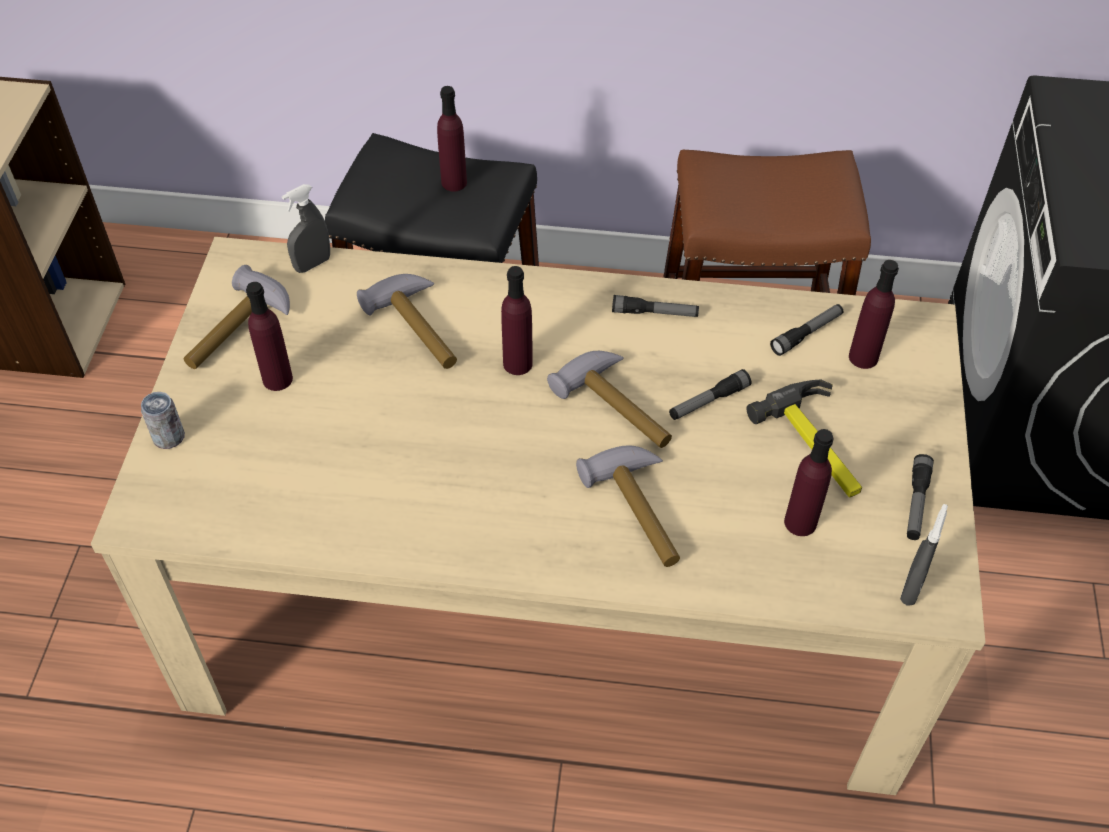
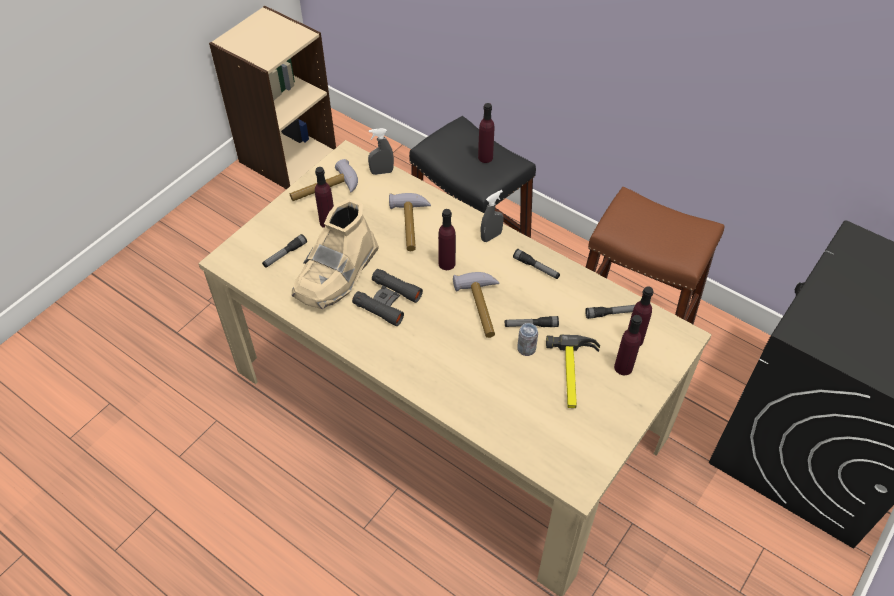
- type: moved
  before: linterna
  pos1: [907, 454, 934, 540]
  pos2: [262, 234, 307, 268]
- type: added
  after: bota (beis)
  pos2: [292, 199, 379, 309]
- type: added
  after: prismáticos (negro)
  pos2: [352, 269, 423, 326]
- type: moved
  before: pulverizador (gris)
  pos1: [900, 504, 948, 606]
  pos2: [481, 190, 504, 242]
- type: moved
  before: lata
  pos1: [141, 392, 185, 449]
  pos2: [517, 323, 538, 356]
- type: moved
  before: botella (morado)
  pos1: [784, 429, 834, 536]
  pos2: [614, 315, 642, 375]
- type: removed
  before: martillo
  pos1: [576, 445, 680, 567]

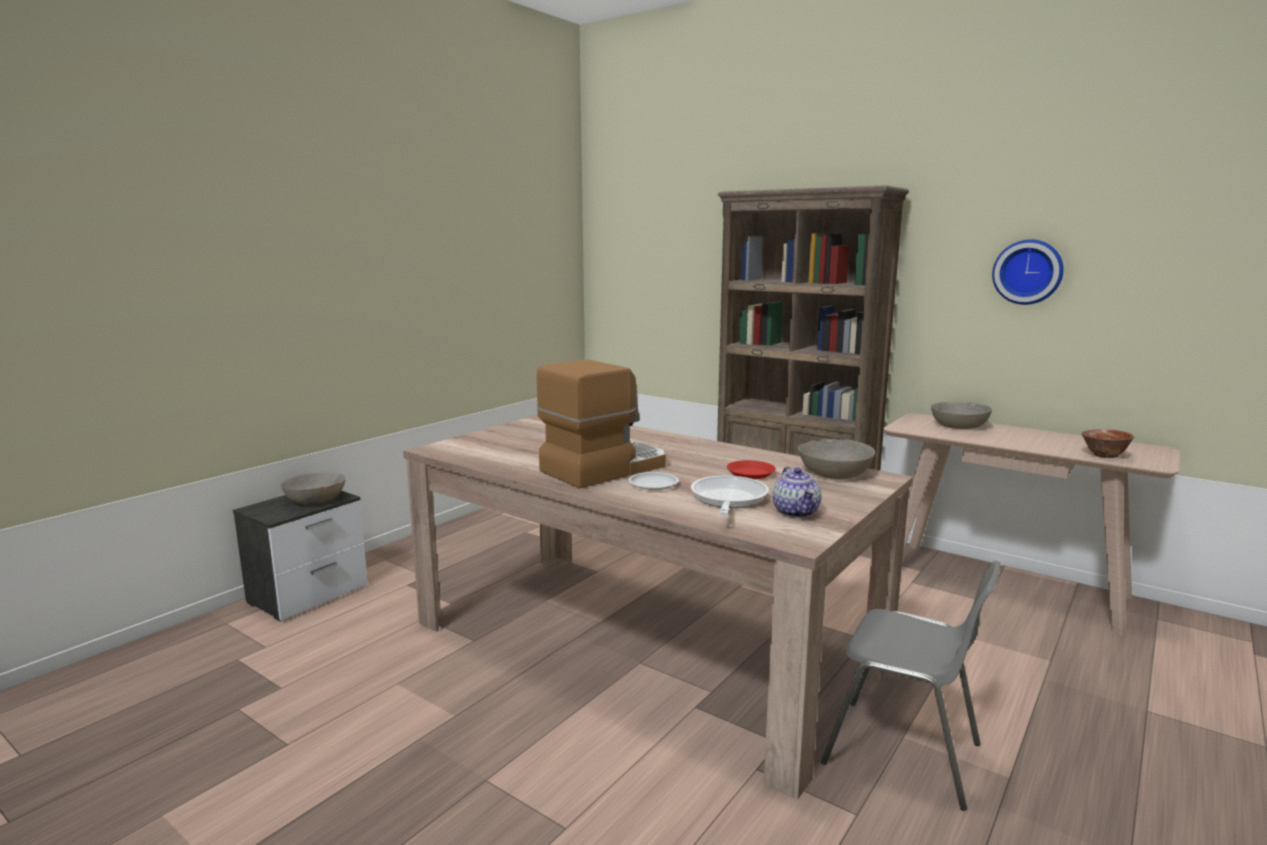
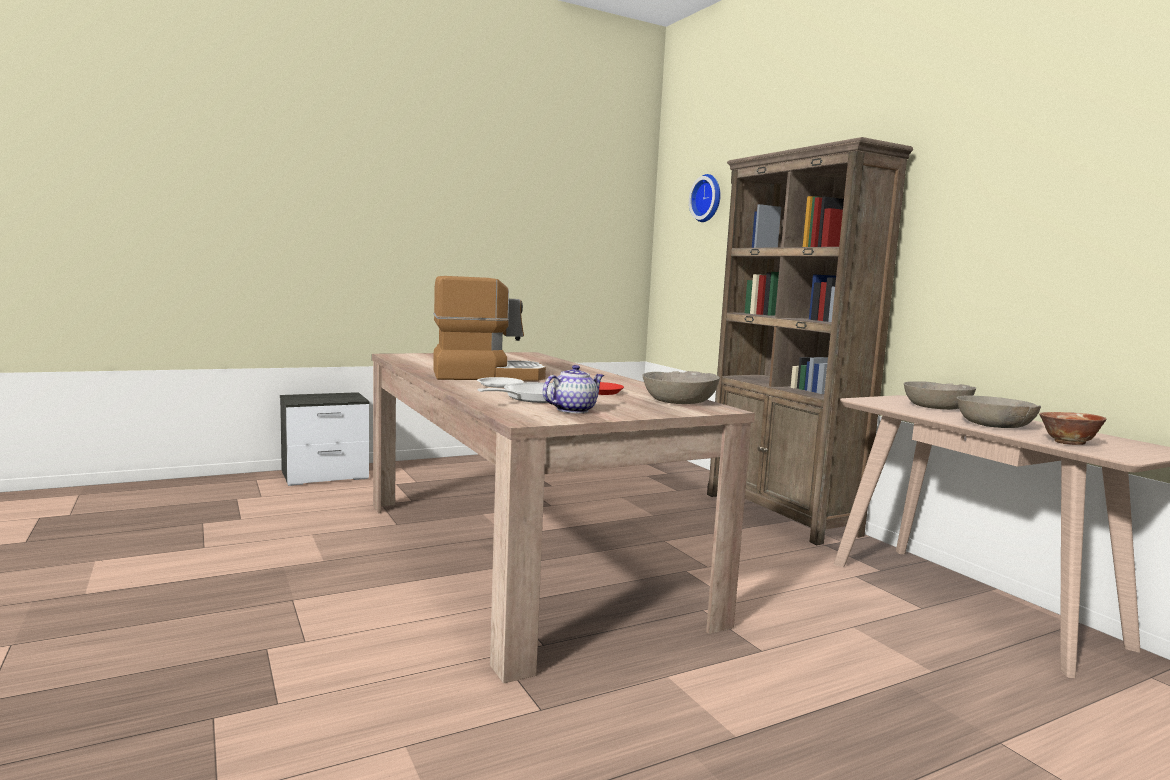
- type: turned
  before: tetera
  pos1: [772, 467, 821, 518]
  pos2: [543, 365, 604, 413]
  turn: -150
- type: moved
  before: reloj de pared
  pos1: [992, 239, 1064, 305]
  pos2: [689, 174, 721, 222]
- type: moved
  before: cuenco (gris)
  pos1: [280, 472, 346, 504]
  pos2: [957, 395, 1041, 428]
- type: removed
  before: silla (gris)
  pos1: [821, 560, 1001, 811]

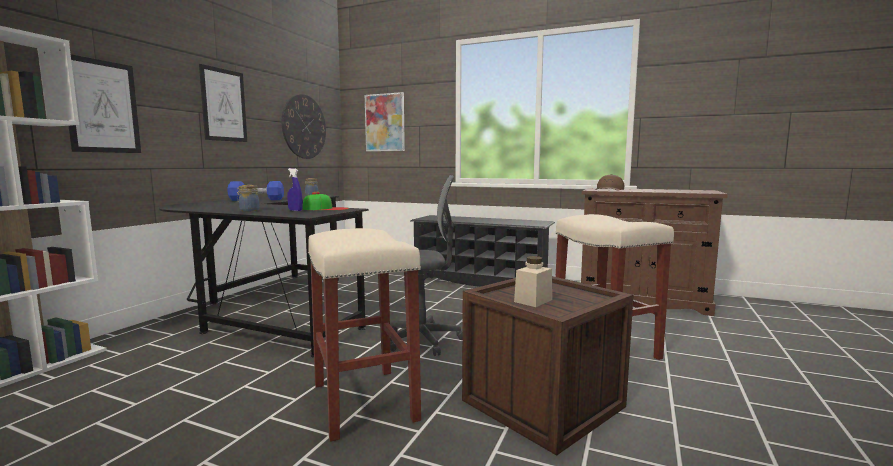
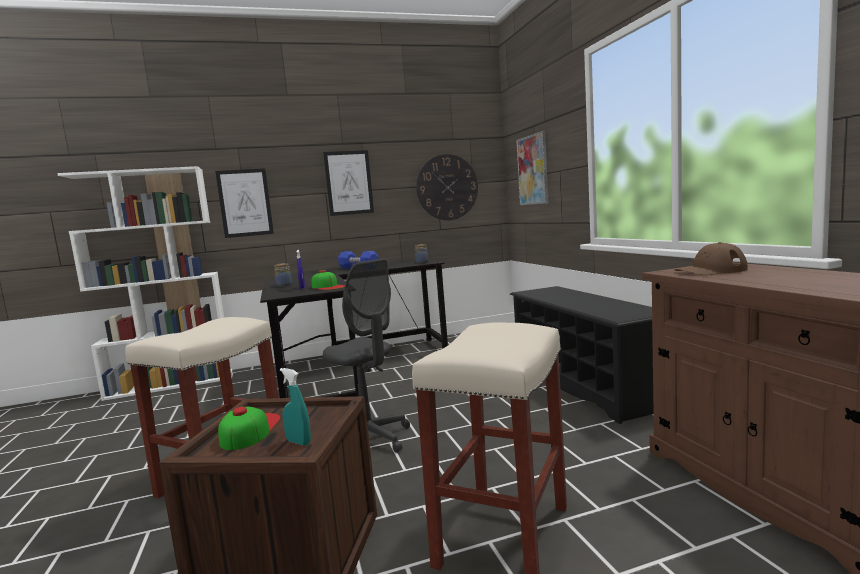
- type: replaced
  before: tarro (beis)
  after: gorra
  pos1: [514, 256, 552, 307]
  pos2: [218, 407, 280, 450]
- type: added
  after: pulverizador (turquesa)
  pos2: [280, 368, 311, 446]

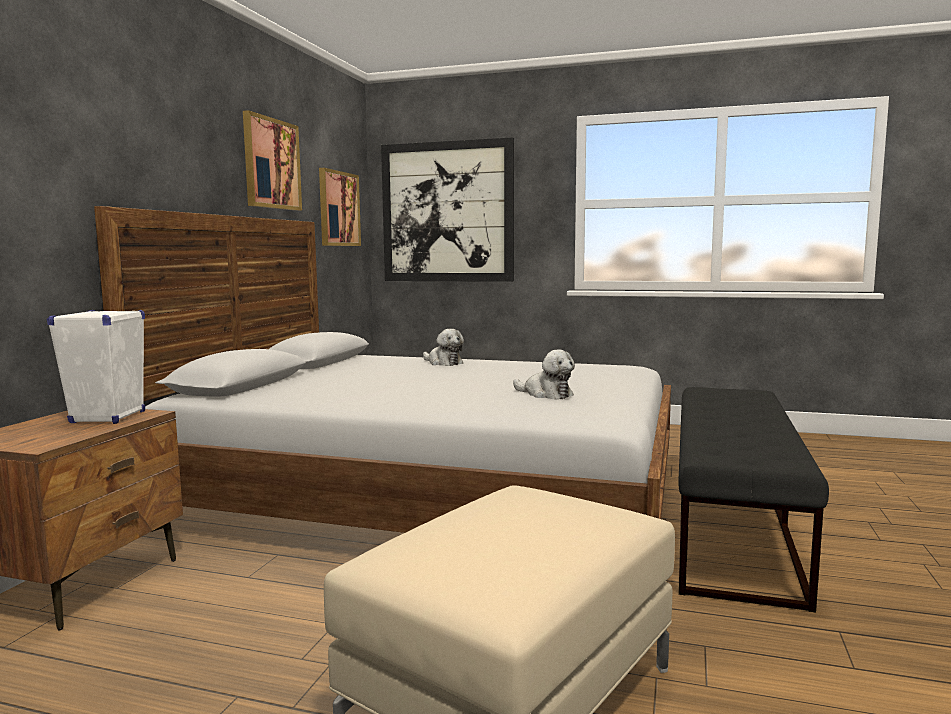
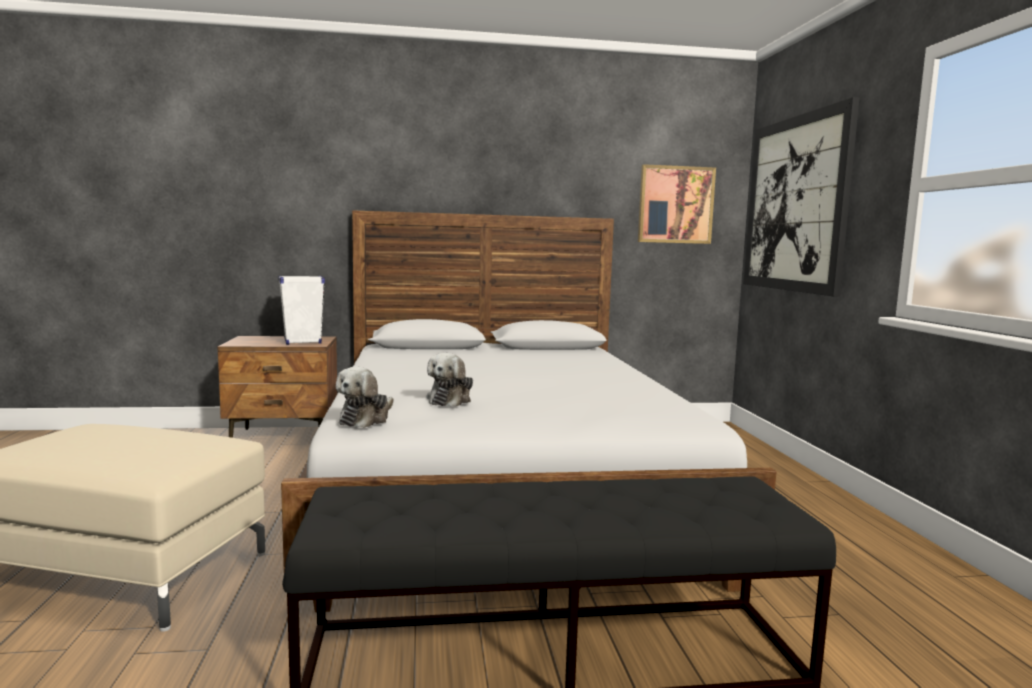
- type: moved
  before: peluche
  pos1: [423, 329, 464, 366]
  pos2: [336, 367, 393, 428]
- type: removed
  before: cuadro
  pos1: [243, 110, 302, 211]

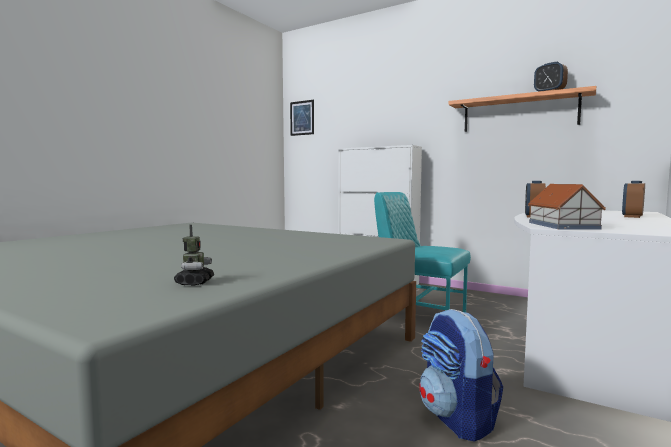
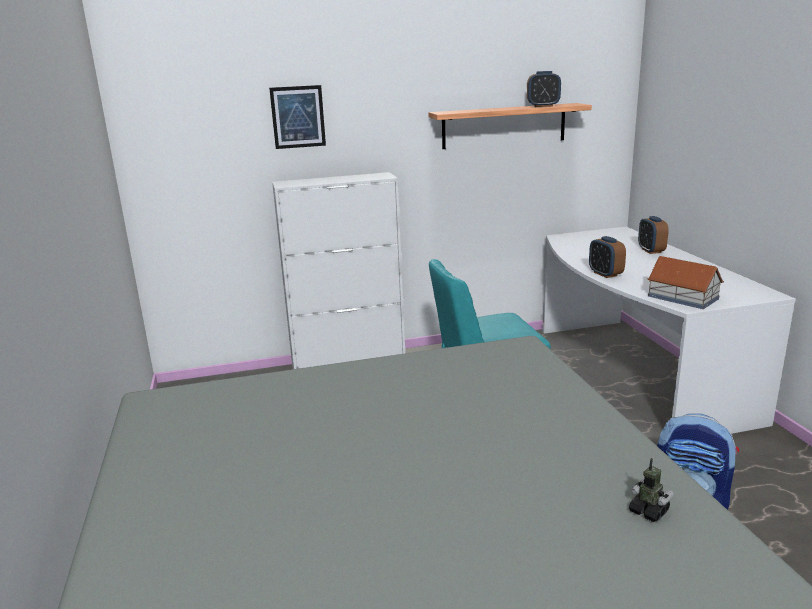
- type: moved
  before: cuadro
  pos1: [290, 100, 314, 136]
  pos2: [269, 85, 326, 149]

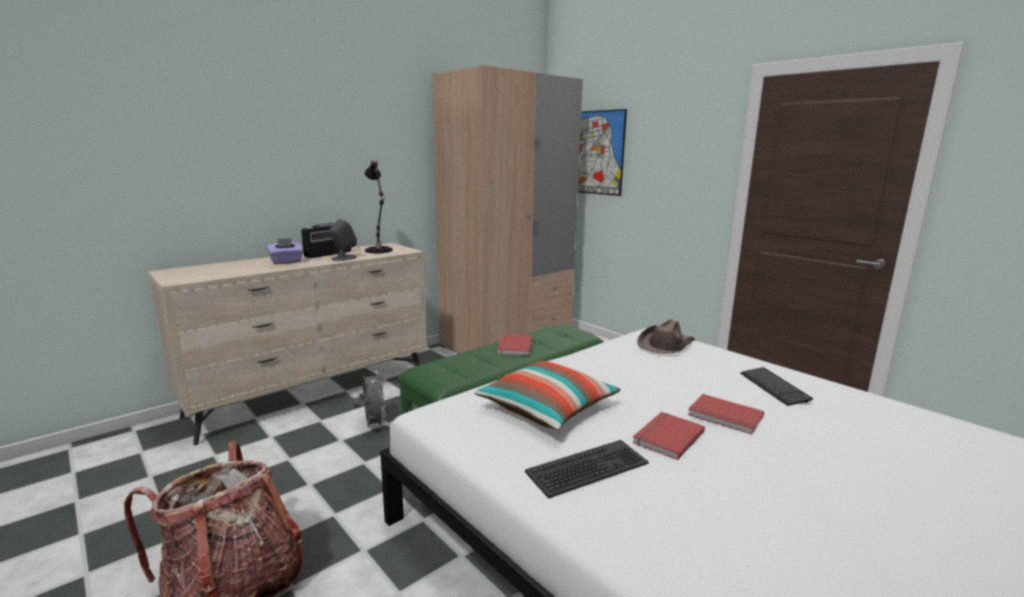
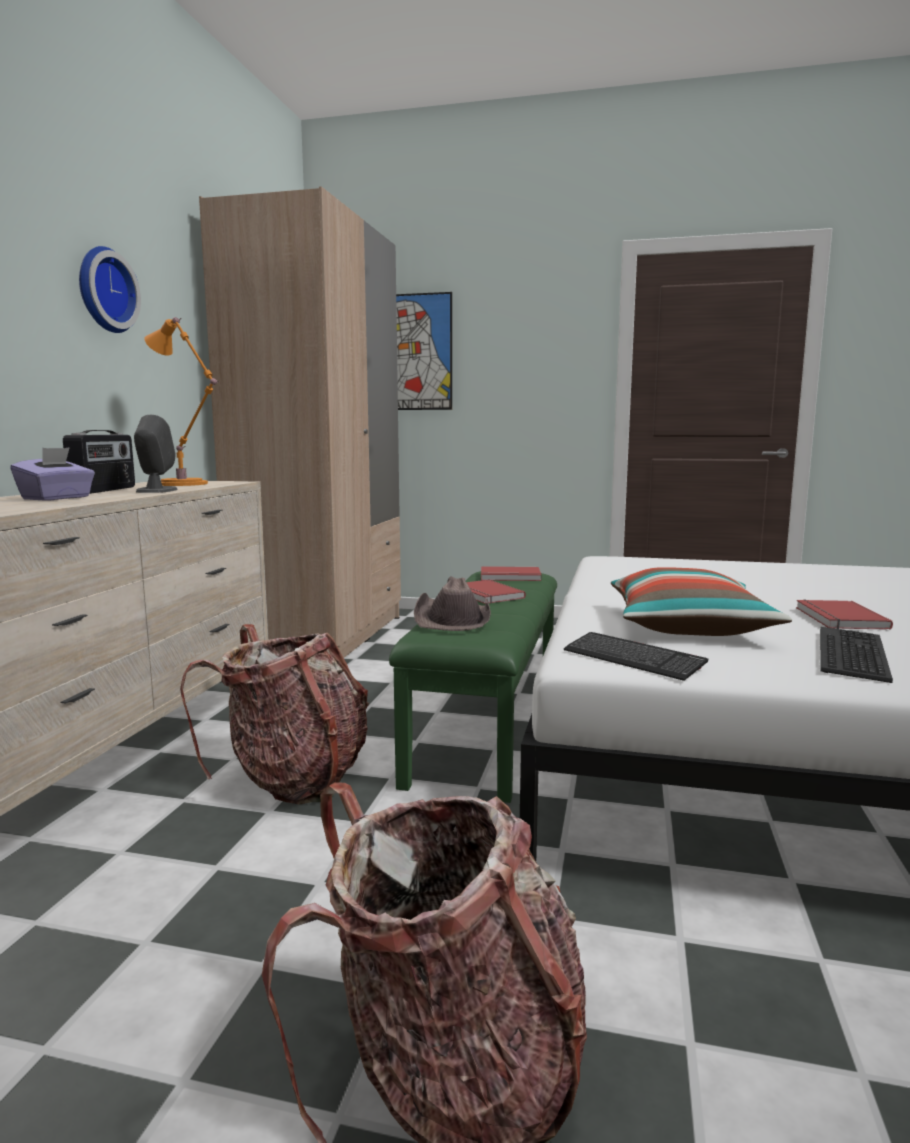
- type: added
  after: reloj de pared
  pos2: [79, 246, 141, 333]
- type: recoloured
  before: lámpara de mesa (negro)
  after: lámpara de mesa (naranja)
  pos1: [365, 160, 393, 253]
  pos2: [144, 317, 220, 486]
- type: replaced
  before: ventilador (gris)
  after: mochila
  pos1: [353, 369, 386, 429]
  pos2: [180, 624, 369, 805]
- type: moved
  before: sombrero (marrón)
  pos1: [637, 319, 695, 354]
  pos2: [414, 576, 491, 631]
- type: moved
  before: libro (rojo)
  pos1: [688, 394, 764, 434]
  pos2: [481, 566, 541, 581]
- type: moved
  before: teclado
  pos1: [740, 367, 813, 406]
  pos2: [564, 632, 708, 681]

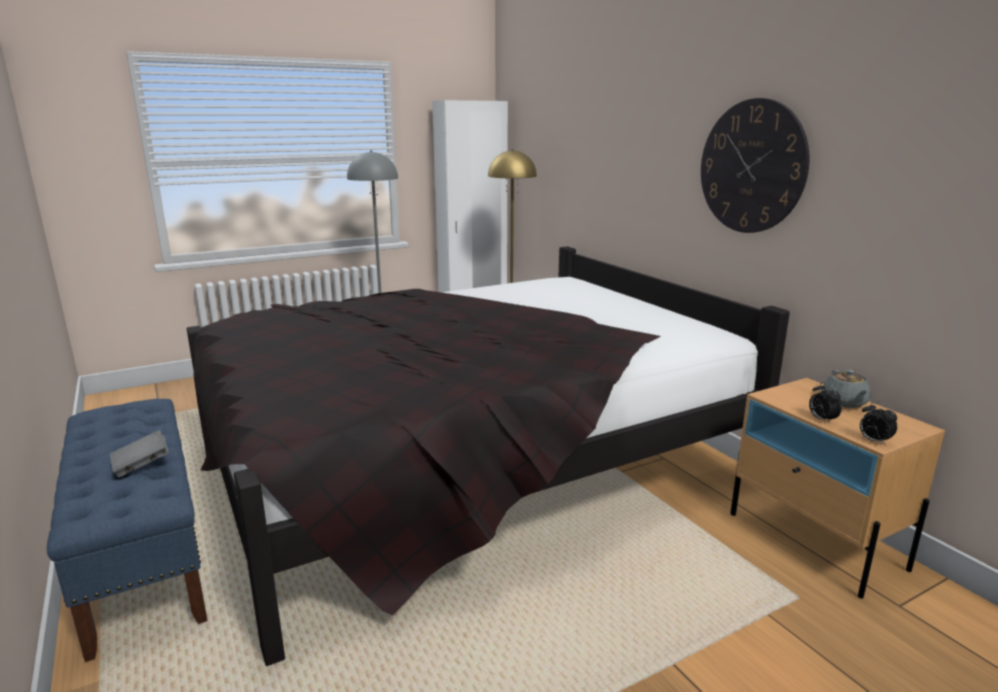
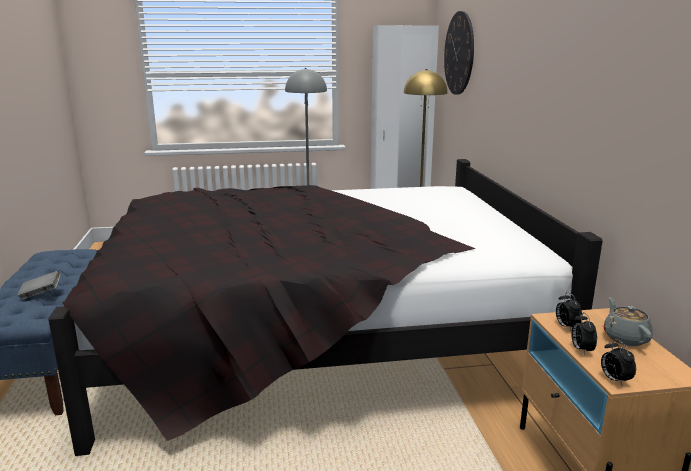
- type: moved
  before: reloj de pared
  pos1: [701, 98, 809, 233]
  pos2: [444, 11, 474, 95]
- type: added
  after: despertador
  pos2: [556, 292, 582, 331]
- type: turned
  before: tetera (gris)
  pos1: [822, 370, 871, 408]
  pos2: [604, 297, 653, 346]
  turn: 150

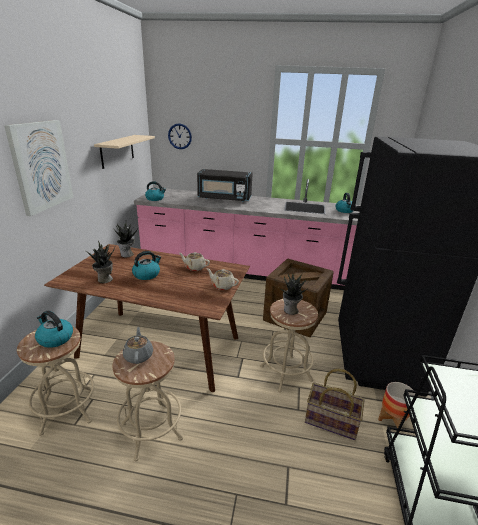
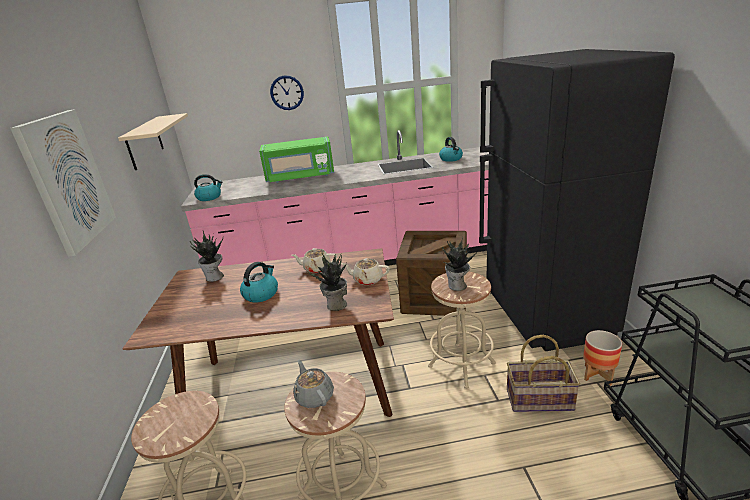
- type: recoloured
  before: microondas (negro)
  after: microondas (verde)
  pos1: [197, 169, 253, 202]
  pos2: [259, 136, 334, 183]
- type: moved
  before: reloj de pared
  pos1: [168, 123, 192, 149]
  pos2: [270, 75, 304, 110]
- type: moved
  before: planta en maceta
  pos1: [86, 241, 115, 283]
  pos2: [306, 253, 347, 311]
- type: removed
  before: hervidor
  pos1: [35, 311, 73, 348]

